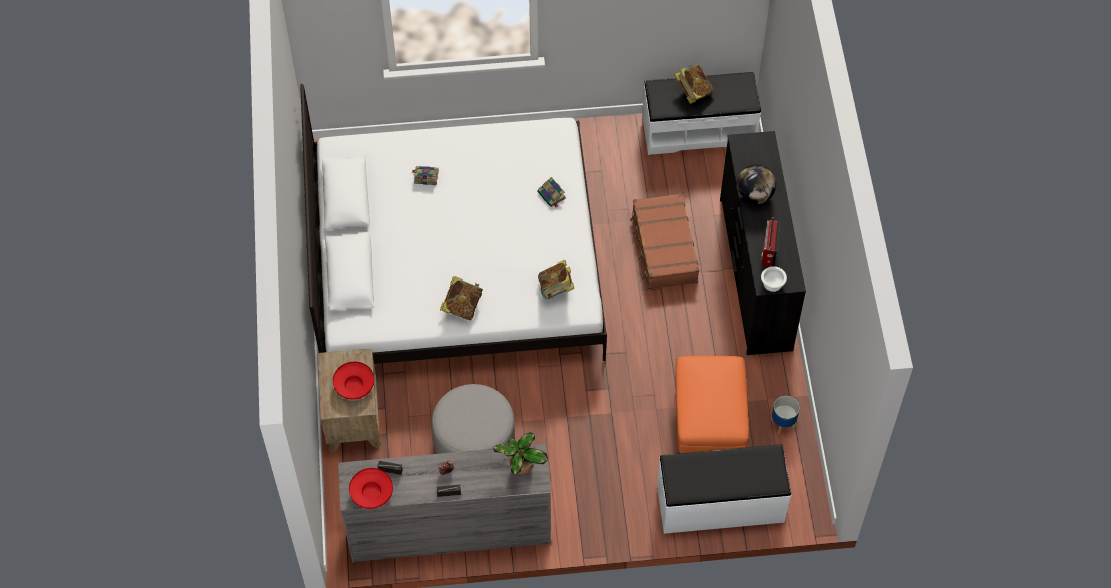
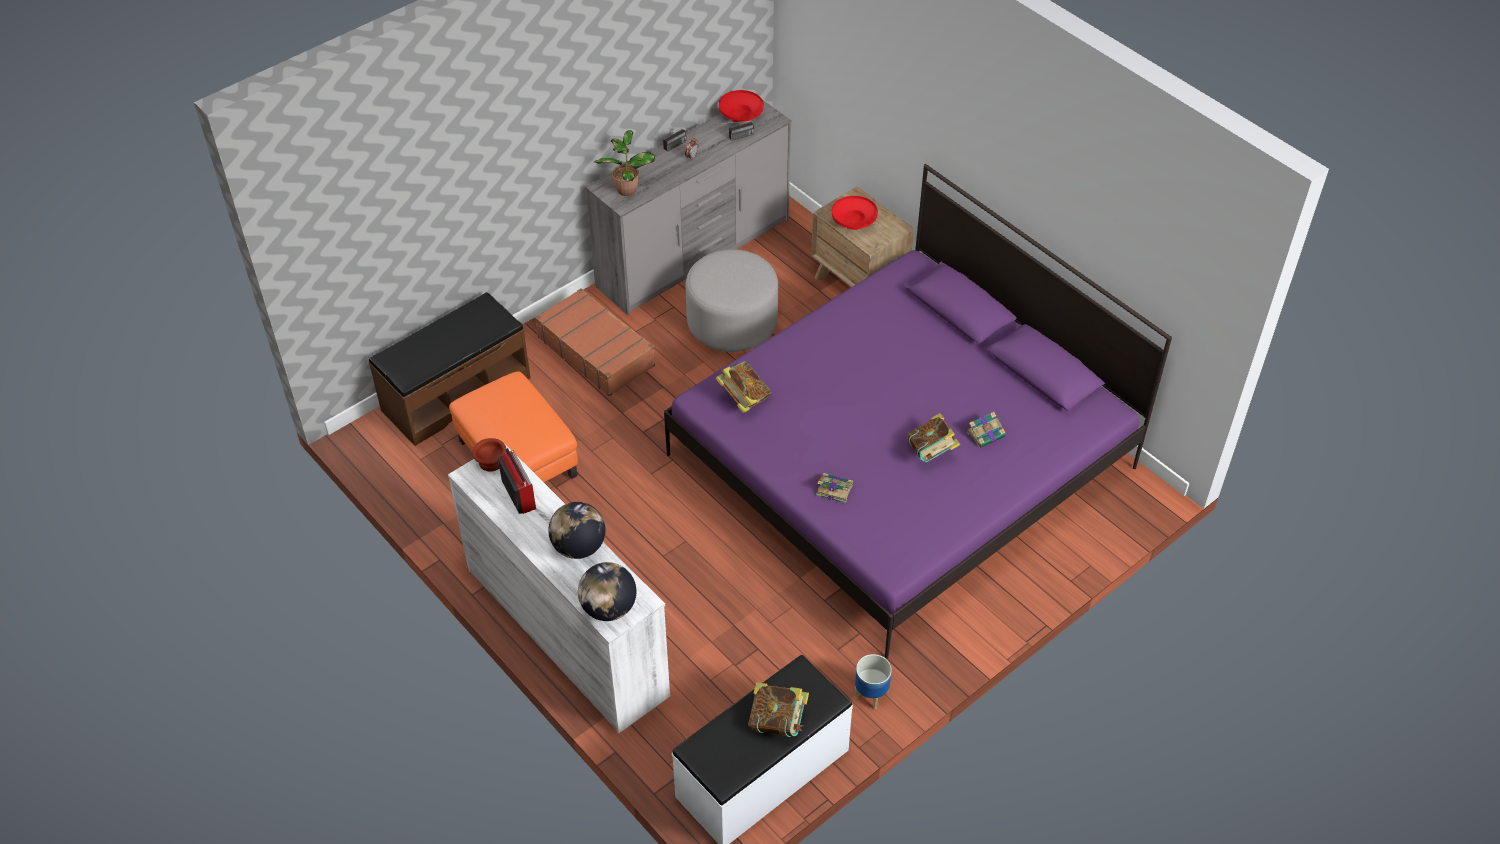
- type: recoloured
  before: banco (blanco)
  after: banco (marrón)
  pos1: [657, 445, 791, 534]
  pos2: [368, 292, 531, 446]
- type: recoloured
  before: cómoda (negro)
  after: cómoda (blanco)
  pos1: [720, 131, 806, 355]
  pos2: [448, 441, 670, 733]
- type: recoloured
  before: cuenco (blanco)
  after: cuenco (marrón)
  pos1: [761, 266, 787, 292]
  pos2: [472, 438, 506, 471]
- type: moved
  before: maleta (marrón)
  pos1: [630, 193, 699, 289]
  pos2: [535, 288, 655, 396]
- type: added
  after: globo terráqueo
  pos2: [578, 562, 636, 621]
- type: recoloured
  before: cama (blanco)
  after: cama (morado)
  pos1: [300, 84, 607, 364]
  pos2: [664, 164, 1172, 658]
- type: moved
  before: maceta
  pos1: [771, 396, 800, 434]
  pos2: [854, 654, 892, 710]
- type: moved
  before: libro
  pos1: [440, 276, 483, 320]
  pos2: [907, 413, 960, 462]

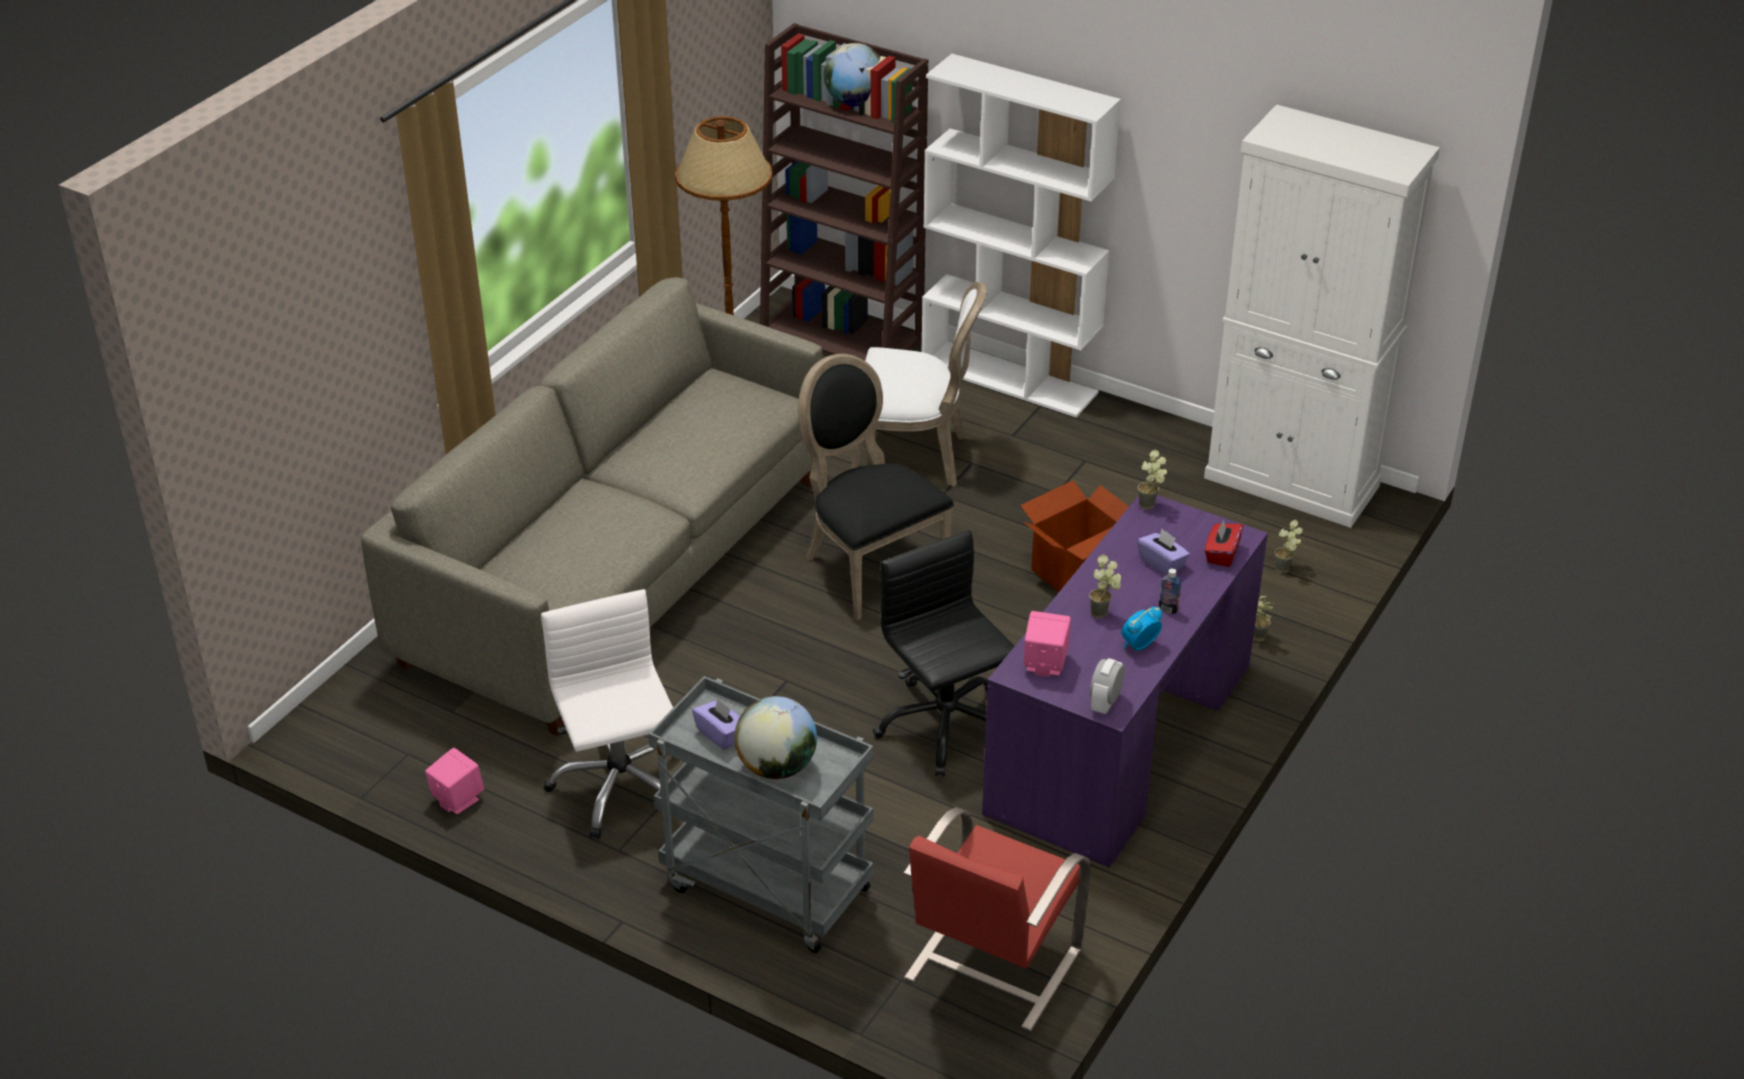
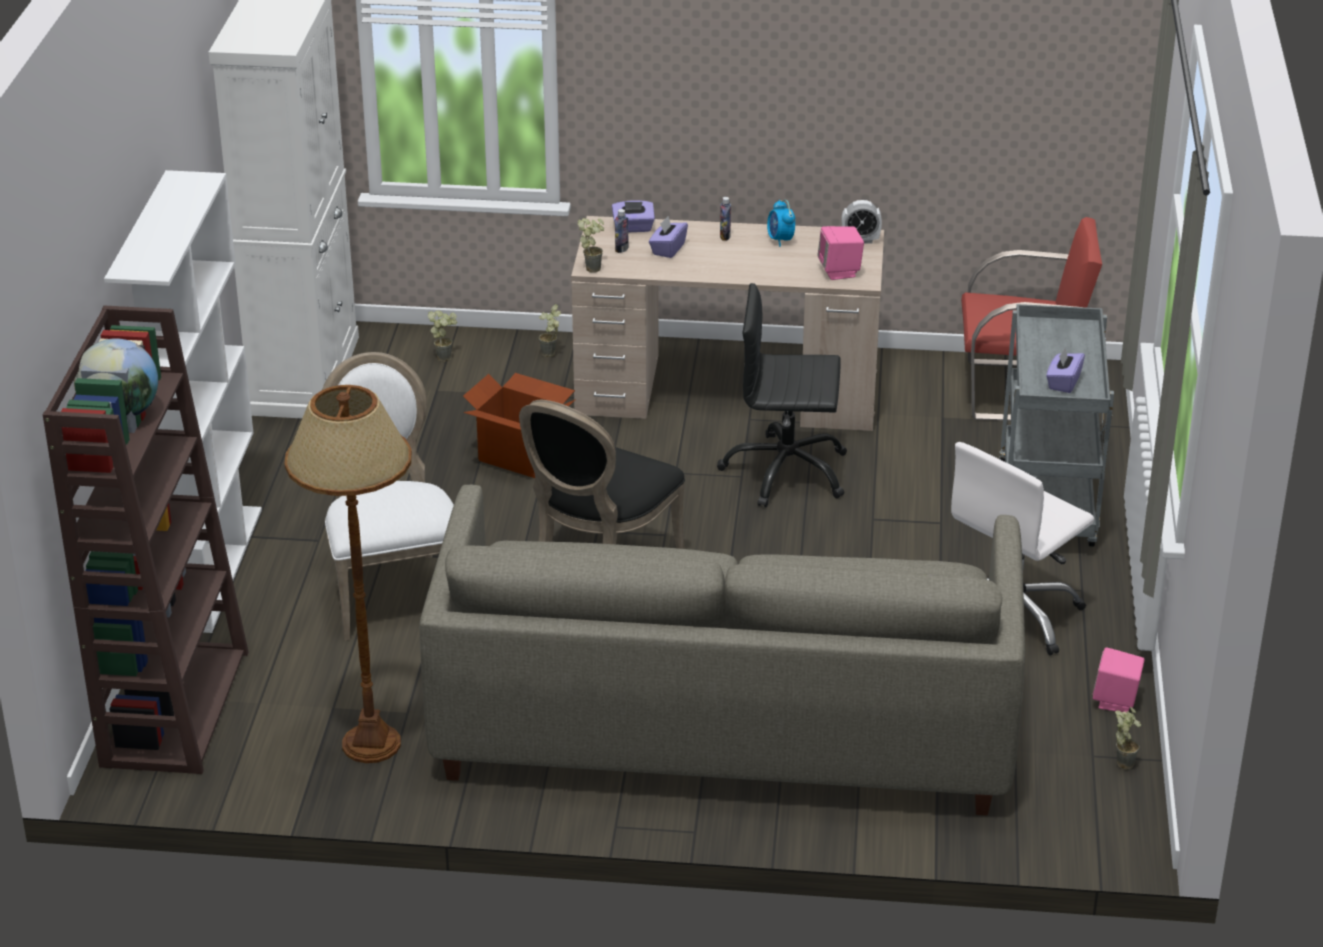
- type: recoloured
  before: escritorio (morado)
  after: escritorio (beis)
  pos1: [982, 495, 1268, 868]
  pos2: [571, 216, 884, 431]
- type: recoloured
  before: caja de pañuelos (rojo)
  after: caja de pañuelos (morado)
  pos1: [1205, 519, 1243, 567]
  pos2: [612, 200, 655, 233]
- type: added
  after: botella
  pos2: [615, 209, 629, 253]
- type: turned
  before: silla de oficina (negro)
  pos1: [873, 530, 1014, 777]
  pos2: [717, 283, 847, 507]
  turn: 60
- type: turned
  before: despertador
  pos1: [1121, 607, 1162, 651]
  pos2: [767, 200, 795, 247]
  turn: 45
- type: moved
  before: planta en maceta
  pos1: [1089, 555, 1121, 618]
  pos2: [1115, 707, 1141, 769]
- type: removed
  before: globo terráqueo
  pos1: [734, 696, 817, 779]

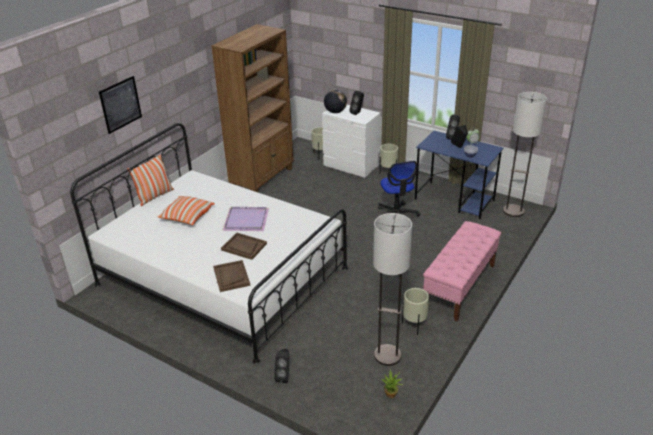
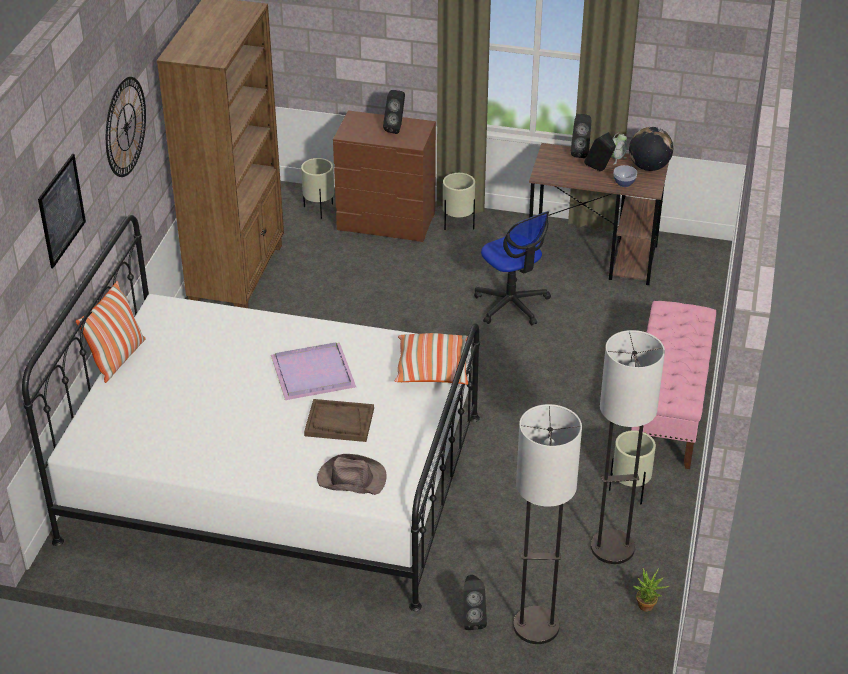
- type: added
  after: reloj de pared
  pos2: [106, 77, 146, 177]
- type: replaced
  before: bandeja (marrón)
  after: sombrero (marrón)
  pos1: [213, 260, 250, 292]
  pos2: [317, 454, 387, 495]
- type: recoloured
  before: cómoda (blanco)
  after: cómoda (marrón)
  pos1: [322, 105, 381, 178]
  pos2: [333, 110, 436, 242]
- type: moved
  before: cojín
  pos1: [157, 196, 215, 225]
  pos2: [395, 333, 468, 385]
- type: moved
  before: lámpara de pie
  pos1: [503, 92, 547, 217]
  pos2: [513, 404, 582, 644]
- type: recoloured
  before: escritorio (azul)
  after: escritorio (marrón)
  pos1: [415, 131, 503, 219]
  pos2: [529, 143, 669, 285]
- type: moved
  before: globo terráqueo
  pos1: [324, 90, 347, 113]
  pos2: [629, 127, 673, 171]

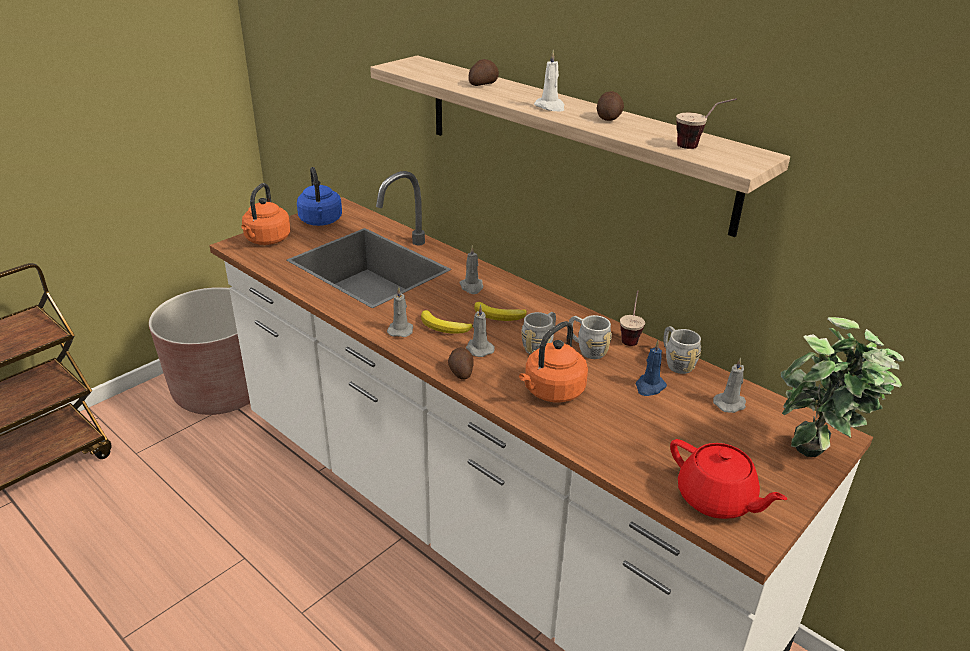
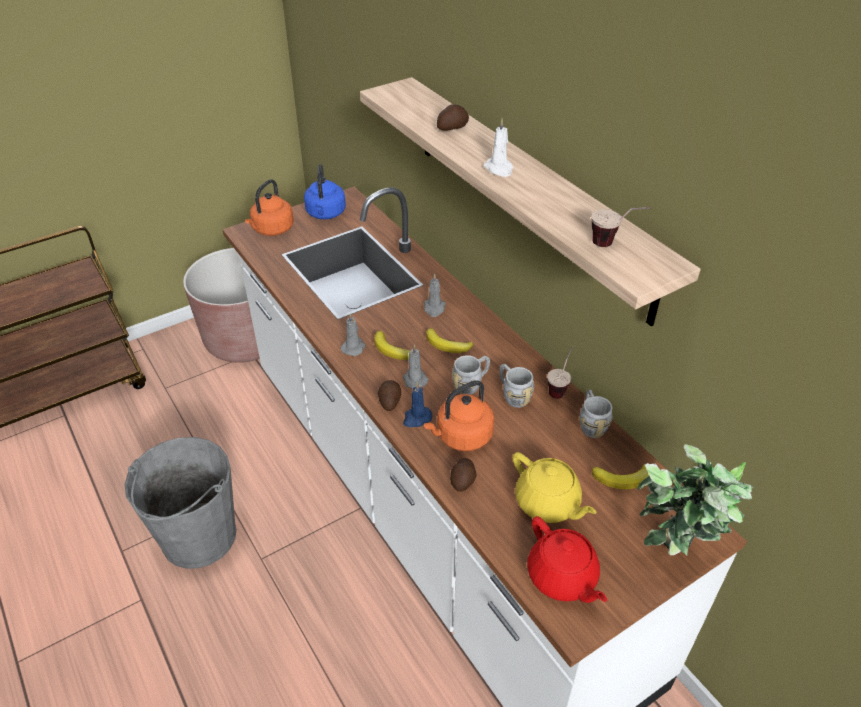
- type: added
  after: cubo (gris)
  pos2: [124, 437, 237, 569]
- type: moved
  before: vela (azul)
  pos1: [636, 341, 667, 396]
  pos2: [403, 382, 432, 427]
- type: moved
  before: patata
  pos1: [597, 91, 624, 121]
  pos2: [450, 458, 477, 492]
- type: added
  after: tetera (amarillo)
  pos2: [513, 452, 596, 523]
- type: replaced
  before: vela (gris)
  after: plátano
  pos1: [713, 357, 746, 413]
  pos2: [592, 465, 649, 489]

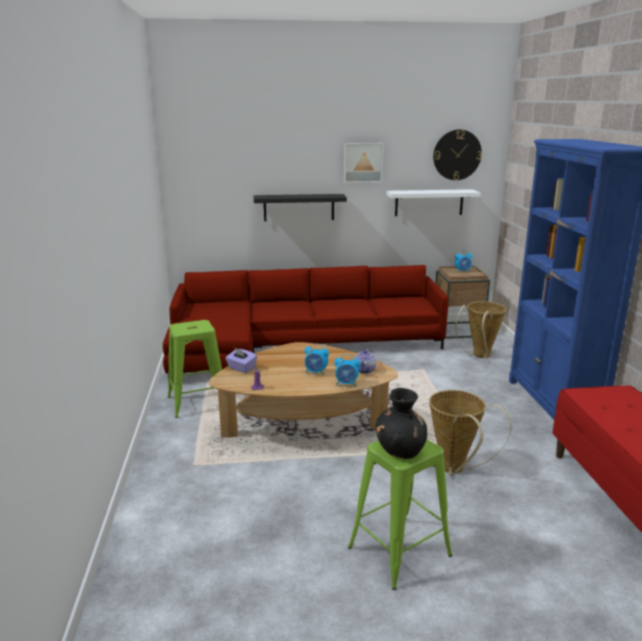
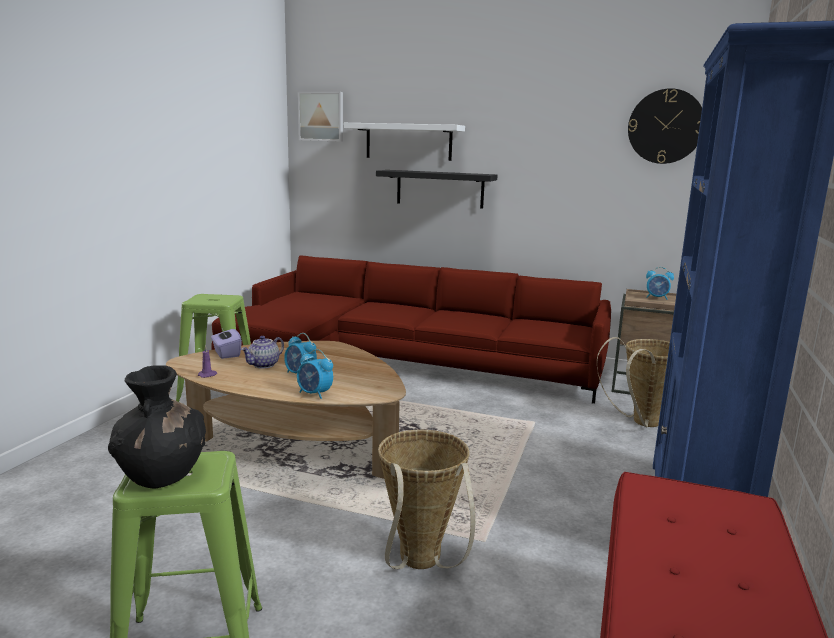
- type: moved
  before: tetera
  pos1: [354, 349, 376, 374]
  pos2: [241, 336, 284, 369]
- type: moved
  before: cuadro
  pos1: [344, 143, 383, 183]
  pos2: [298, 92, 343, 142]
- type: moved
  before: estante (blanco)
  pos1: [386, 189, 480, 216]
  pos2: [344, 123, 465, 161]

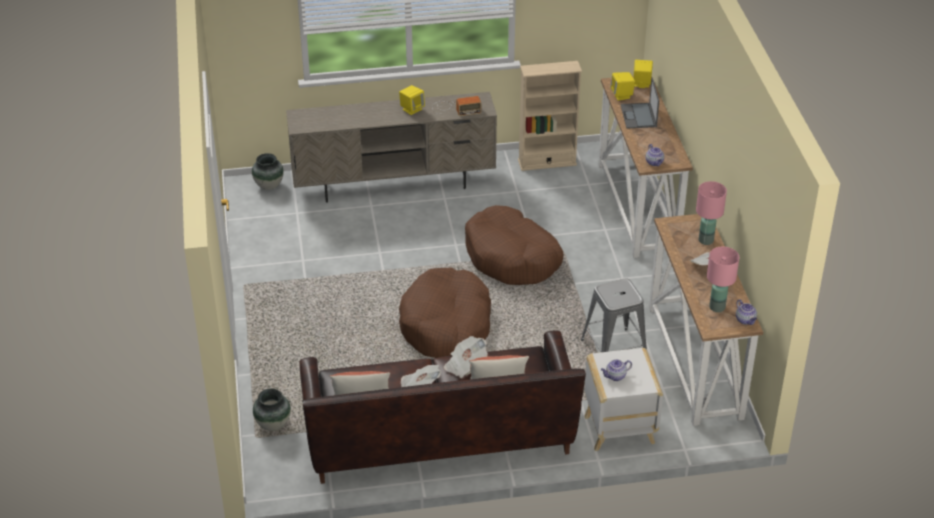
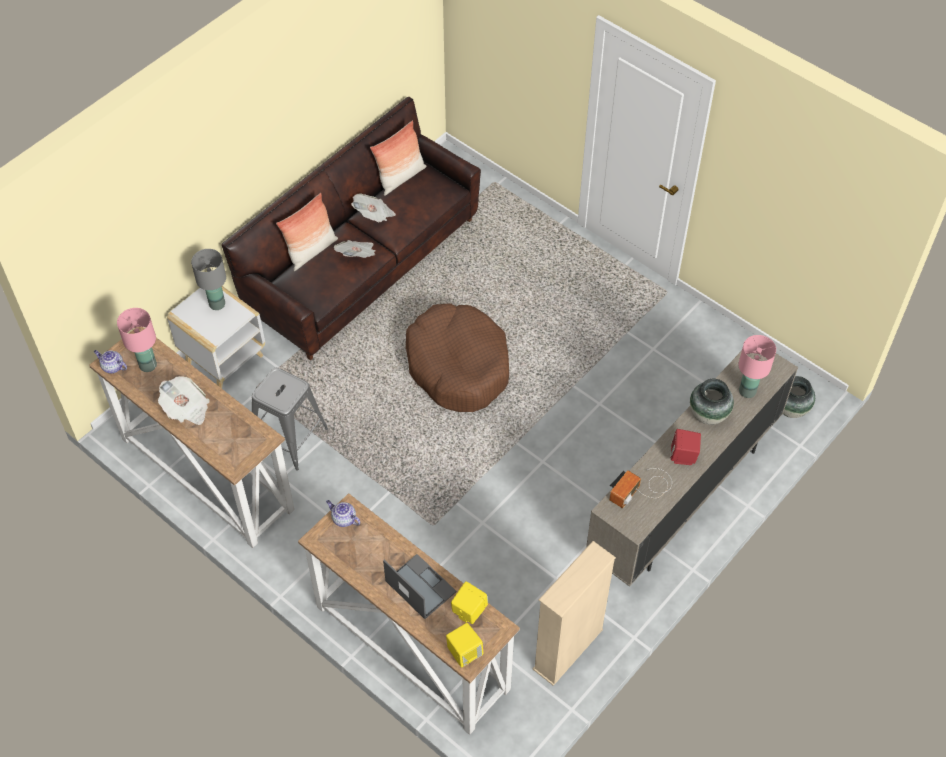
- type: replaced
  before: tetera
  after: lámpara de mesa (gris)
  pos1: [601, 359, 632, 381]
  pos2: [191, 249, 226, 310]
- type: recoloured
  before: altavoz (amarillo)
  after: altavoz (rojo)
  pos1: [399, 85, 425, 115]
  pos2: [670, 429, 701, 465]
- type: moved
  before: florero
  pos1: [253, 388, 291, 431]
  pos2: [690, 379, 734, 425]
- type: moved
  before: lámpara de mesa (rosa)
  pos1: [696, 181, 727, 245]
  pos2: [738, 335, 776, 398]
- type: removed
  before: cama para perro (marrón)
  pos1: [465, 205, 564, 285]

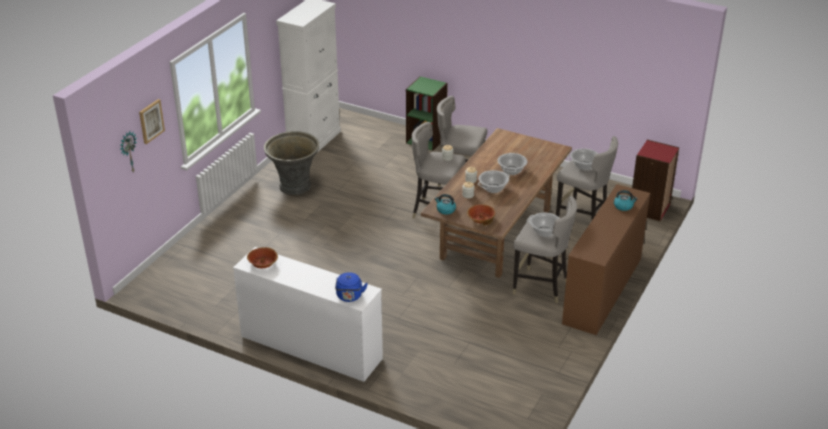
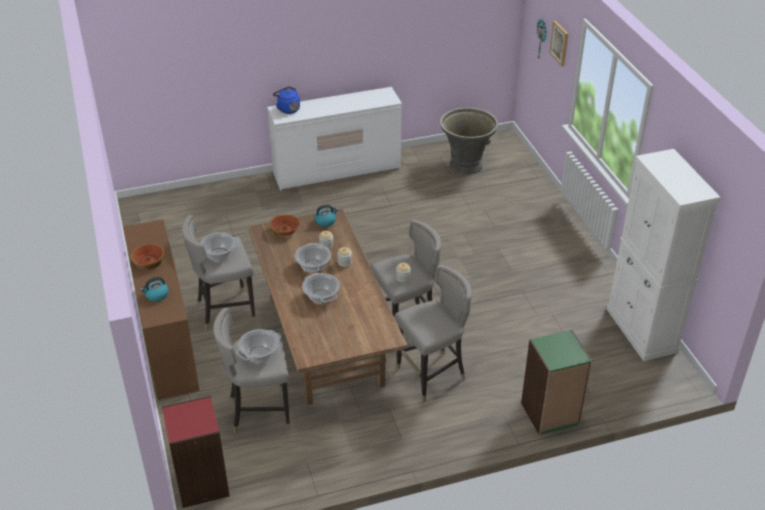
- type: moved
  before: cuenco
  pos1: [247, 247, 278, 268]
  pos2: [131, 244, 164, 270]
- type: moved
  before: maceta (gris)
  pos1: [264, 131, 319, 195]
  pos2: [440, 107, 498, 174]

